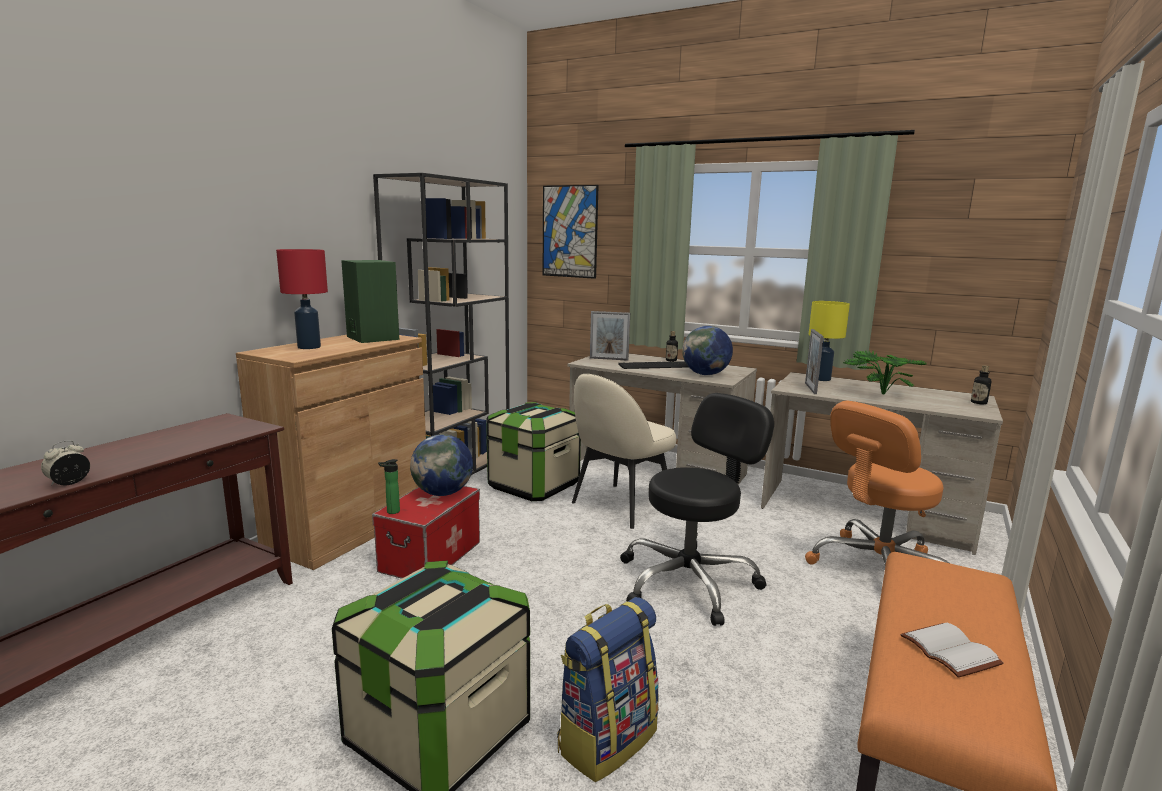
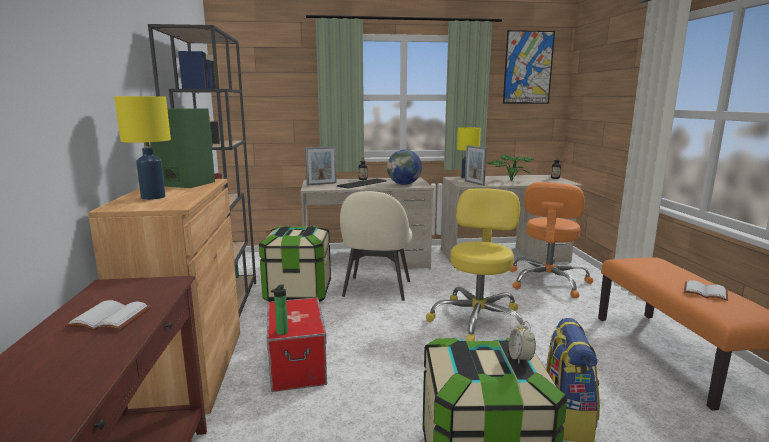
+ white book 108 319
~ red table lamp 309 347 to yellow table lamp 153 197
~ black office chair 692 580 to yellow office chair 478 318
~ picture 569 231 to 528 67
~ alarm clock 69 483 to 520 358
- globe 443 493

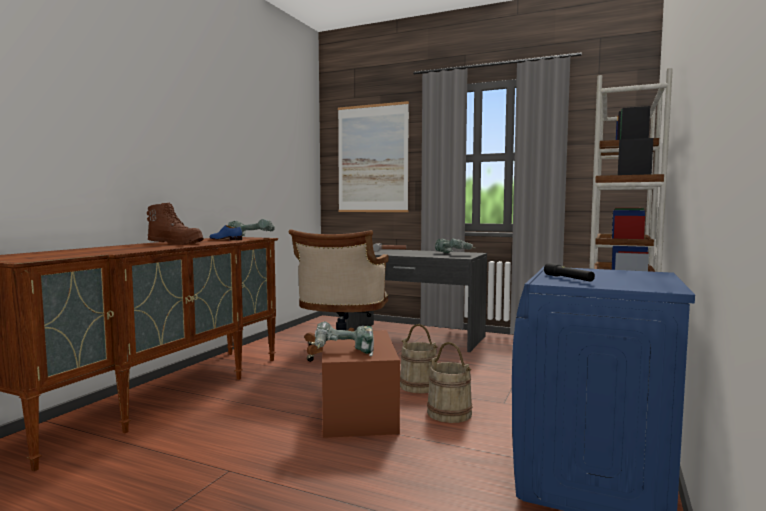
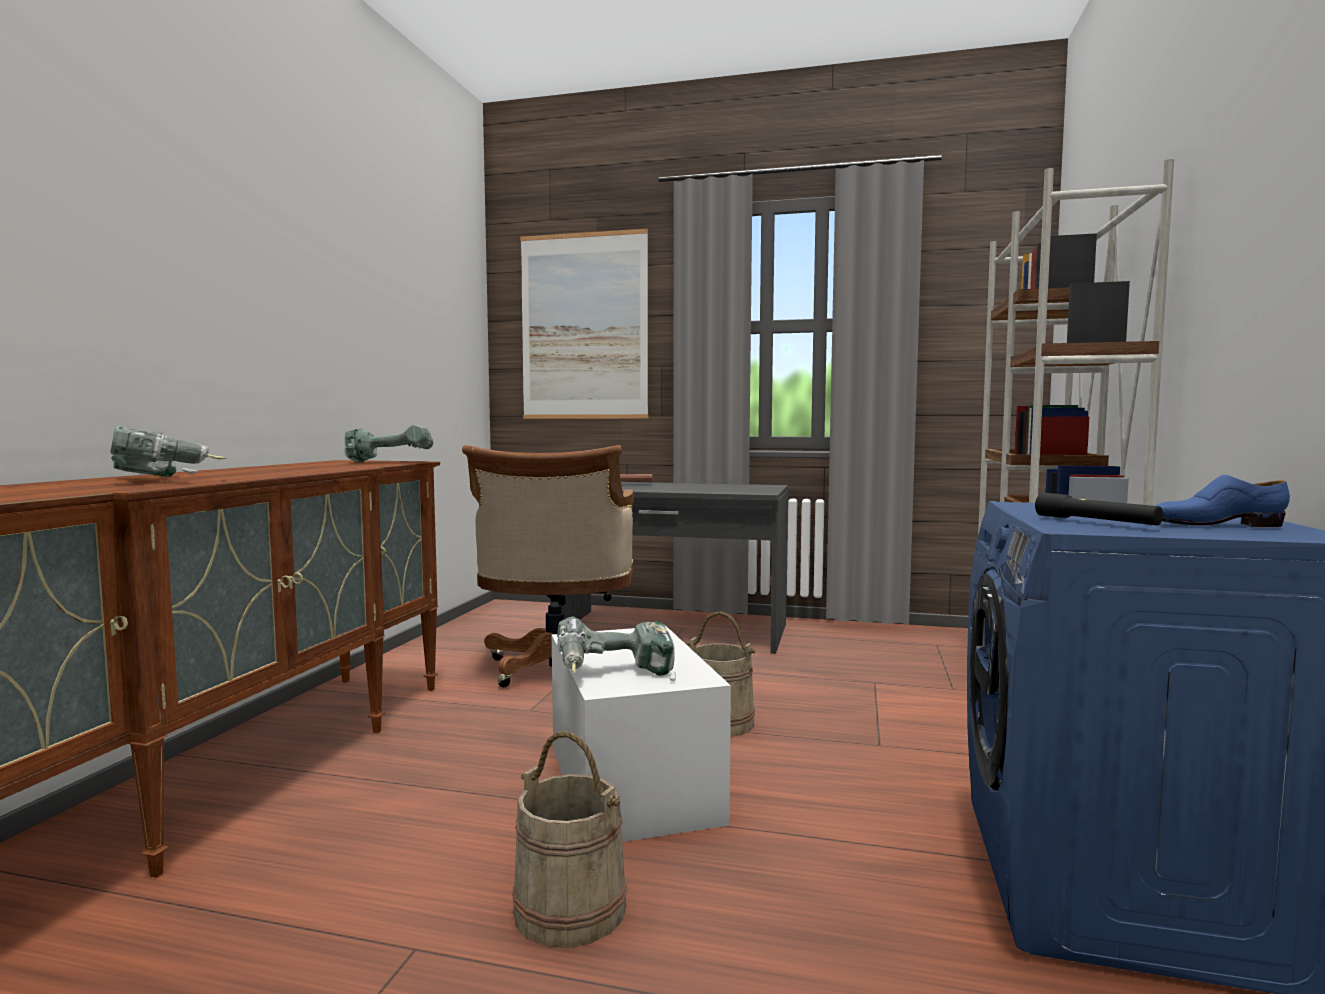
~ power drill 454 254 to 164 479
~ beige bucket 449 413 to 569 909
~ brown storage box 358 411 to white storage box 631 782
~ blue shoe 226 240 to 1214 525
- brown boot 176 244

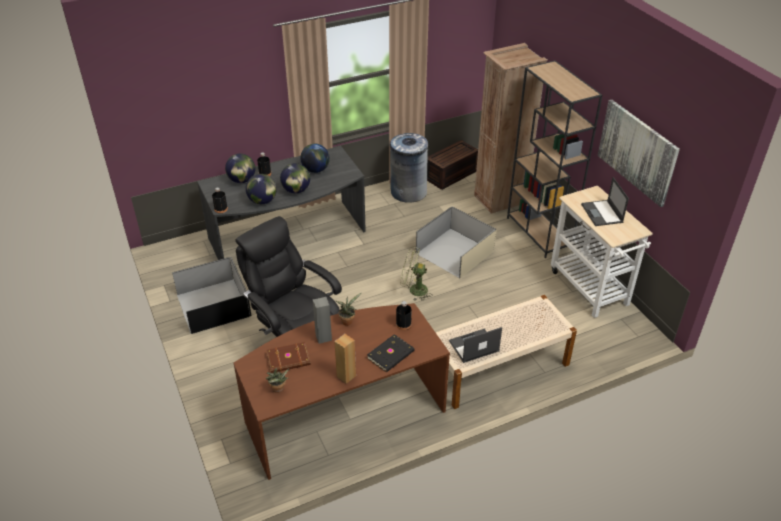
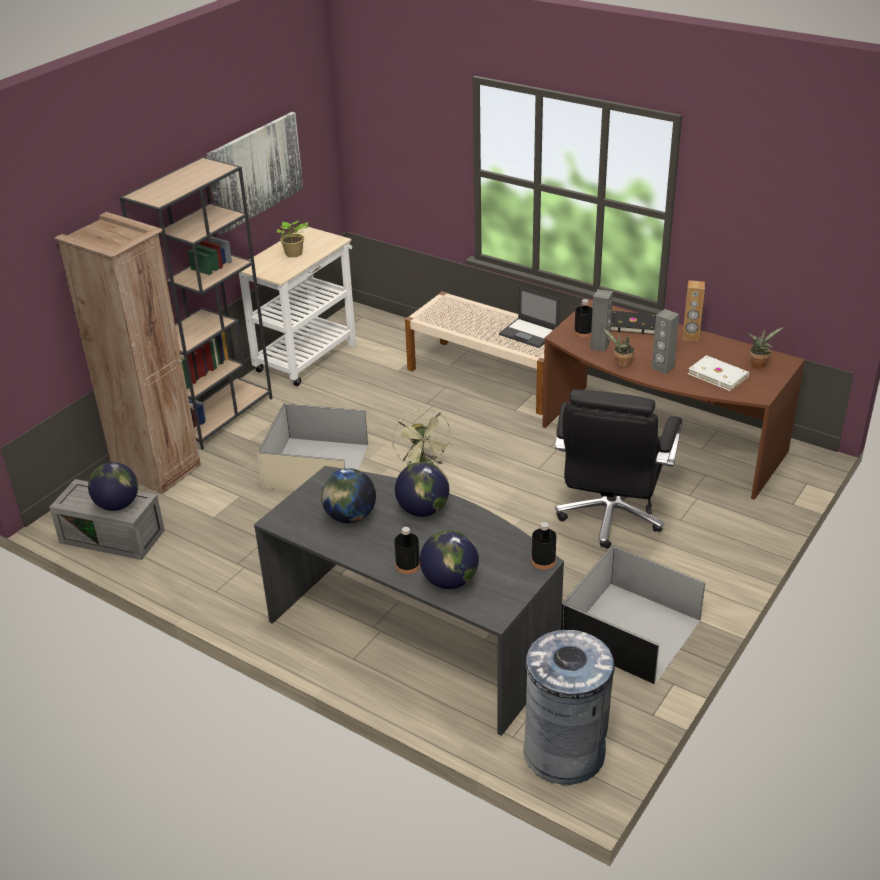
~ brown storage box 451 175 to grey storage box 114 536
~ globe 263 201 to 117 505
~ laptop 602 213 to potted plant 293 254
~ grey trash can 408 192 to 564 752
+ grey speaker 600 346
~ brown book 288 360 to white book 718 374

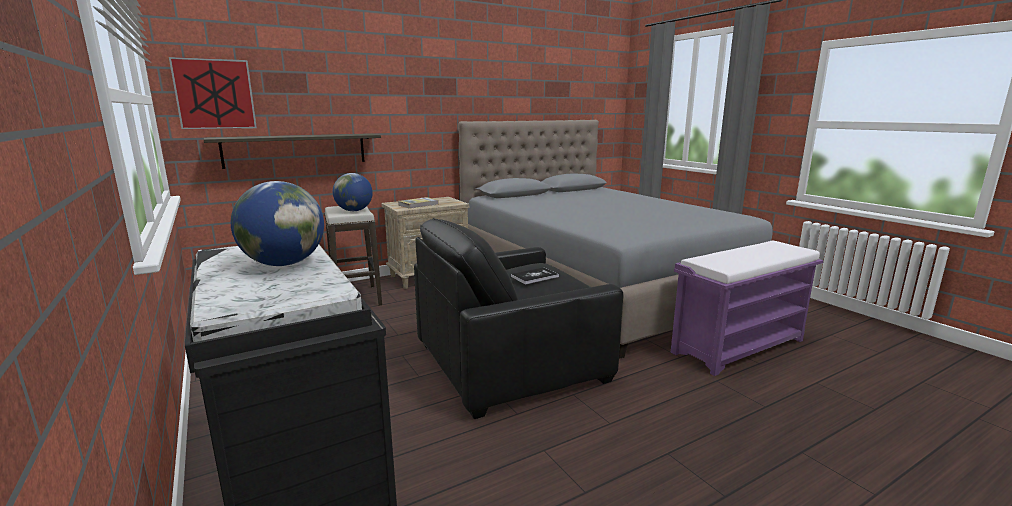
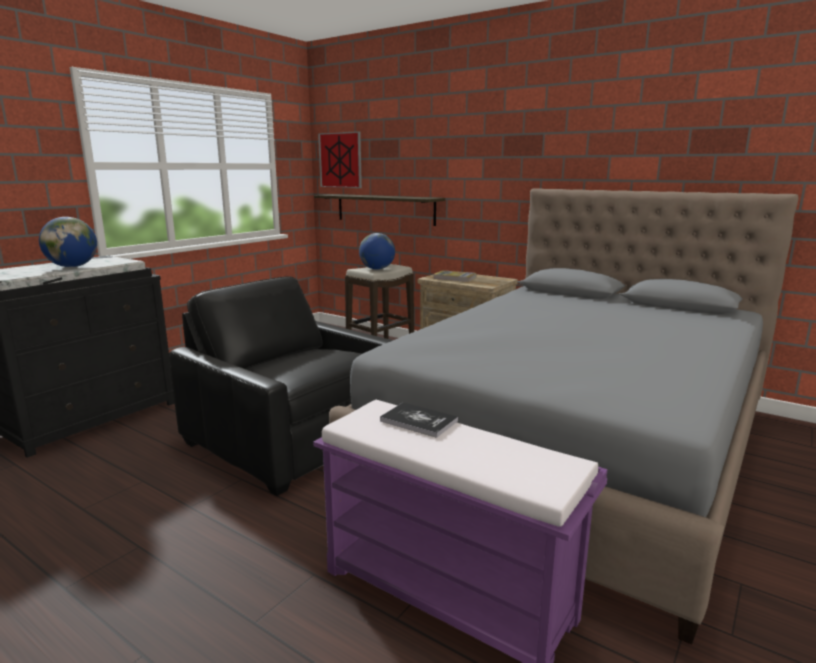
~ book 534 277 to 418 421

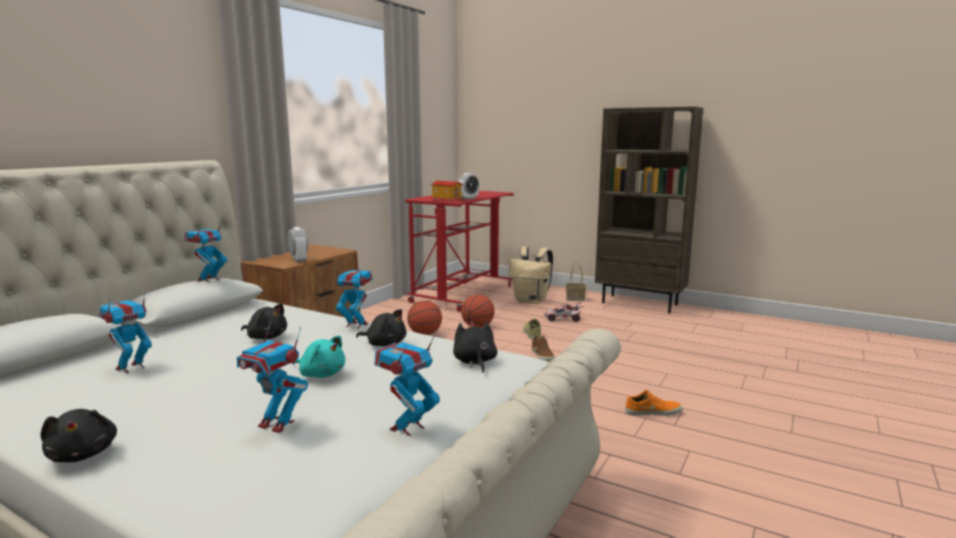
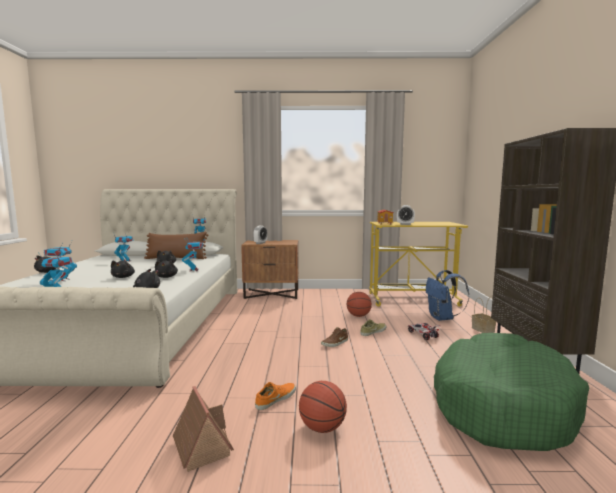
~ turquoise plush toy 321 374 to black plush toy 123 277
+ brown pillow 176 258
+ toy house 201 445
~ orange shoe 652 411 = 275 399 105 degrees counterclockwise
~ basketball 425 334 to 322 427
~ red desk 462 294 to yellow desk 412 299
~ beige backpack 531 301 to blue backpack 442 318
+ green dog bed 500 404

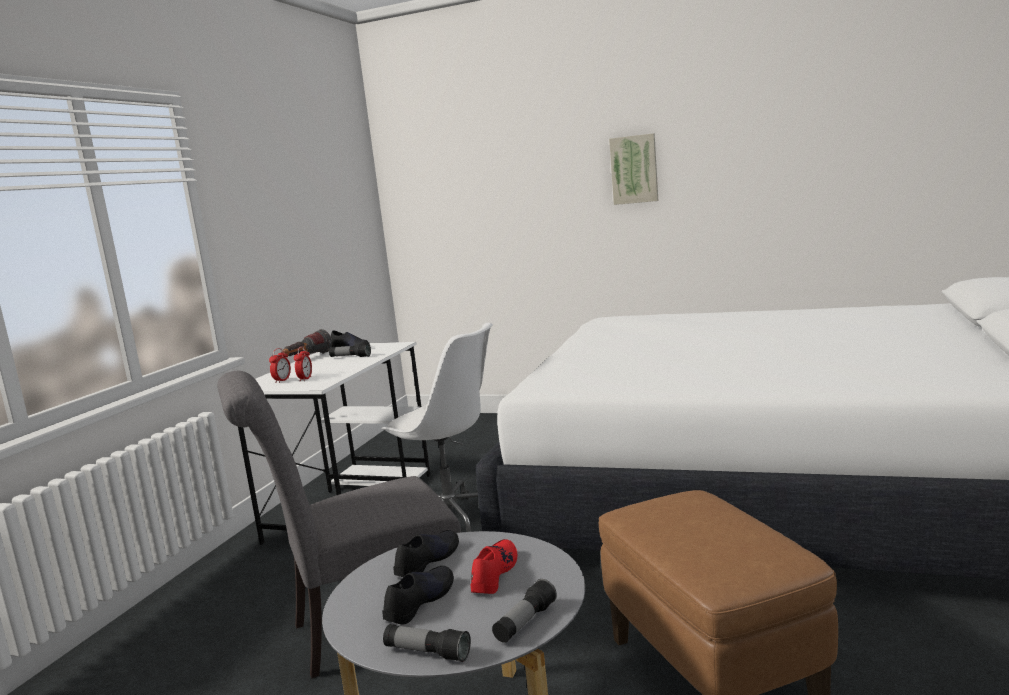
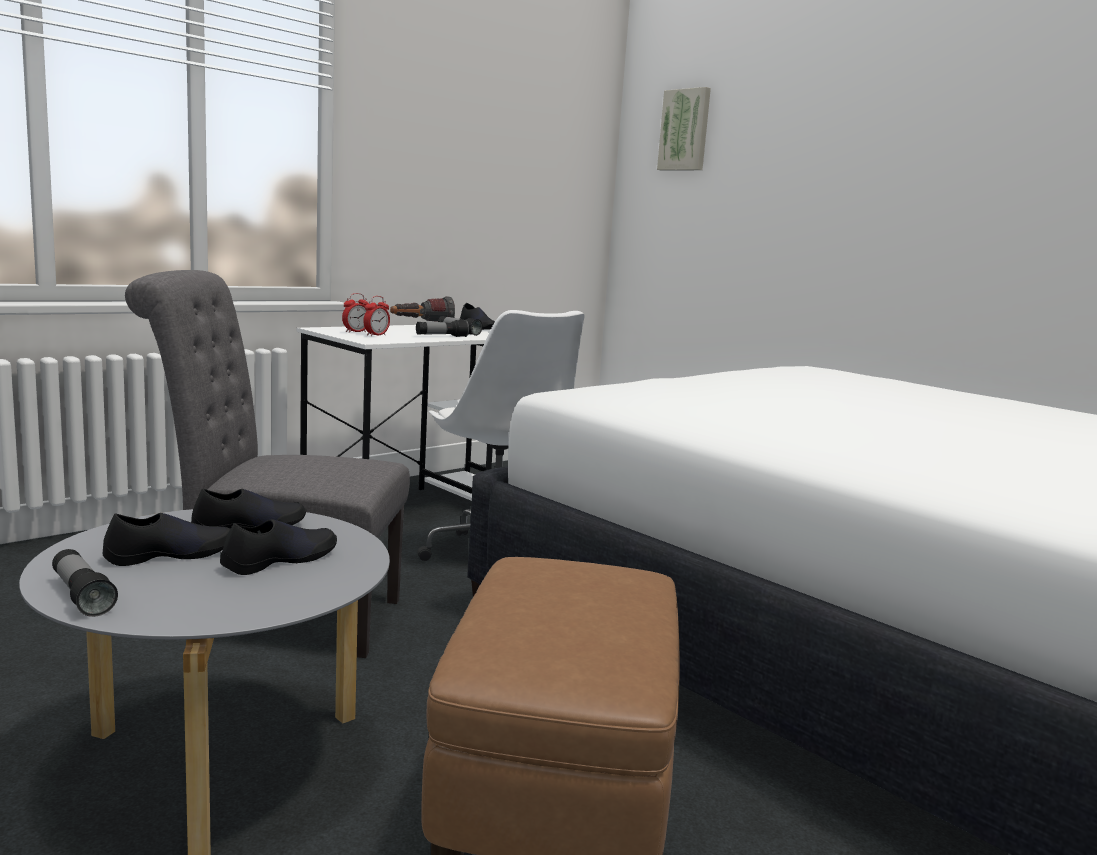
~ red shoe 494 573 to black shoe 280 560
~ flashlight 525 623 to 441 336
~ picture 634 169 to 685 130

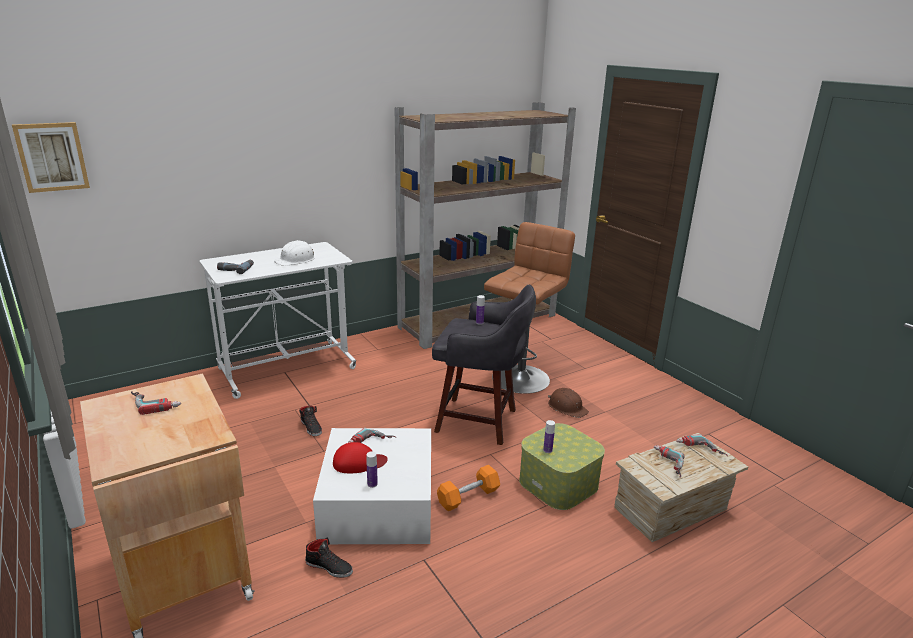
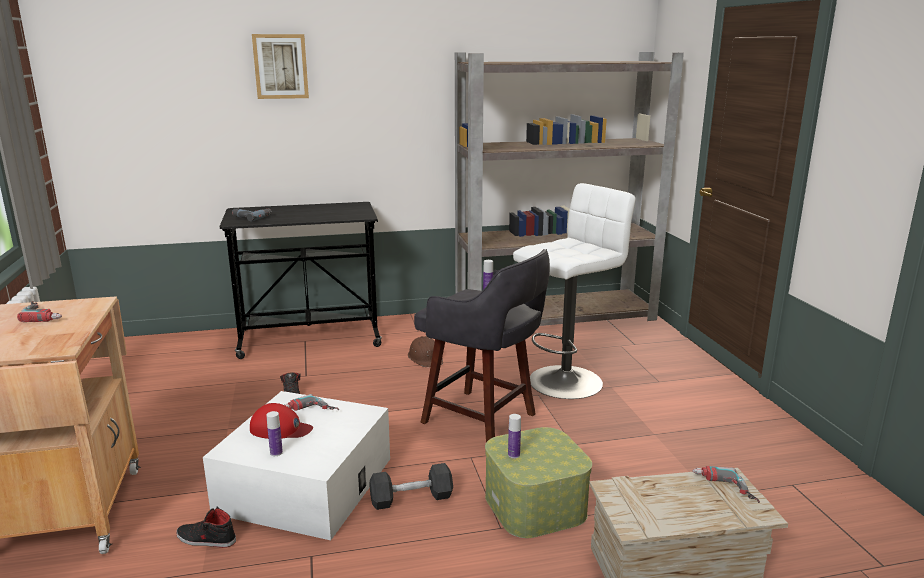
~ black shoe 329 566 = 206 539 150 degrees clockwise
~ white desk 287 368 to black desk 310 337
~ picture 52 157 to 280 66
~ orange dumbbell 468 496 to black dumbbell 411 498
~ brown hard hat 567 407 to 425 358
~ brown stool 521 379 to white stool 566 382
- white hard hat 296 260
- power drill 666 463

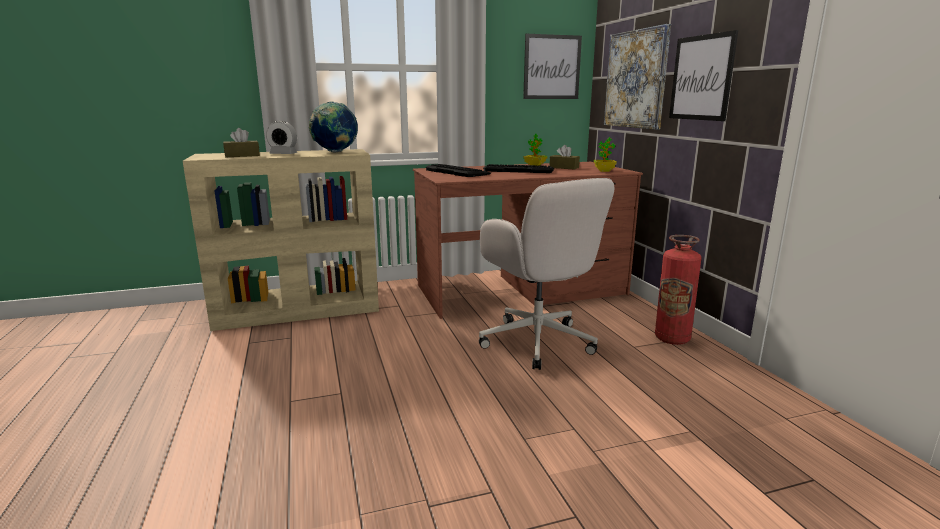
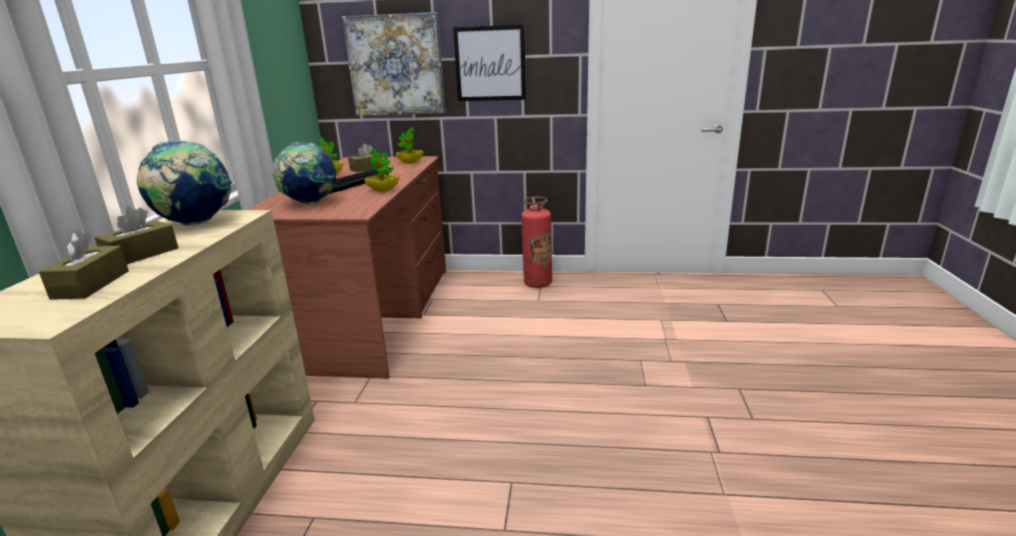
~ alarm clock 283 154 to brown tissue box 141 254
~ keyboard 457 172 to globe 310 203
+ potted plant 383 190
- white office chair 536 342
- picture 552 67

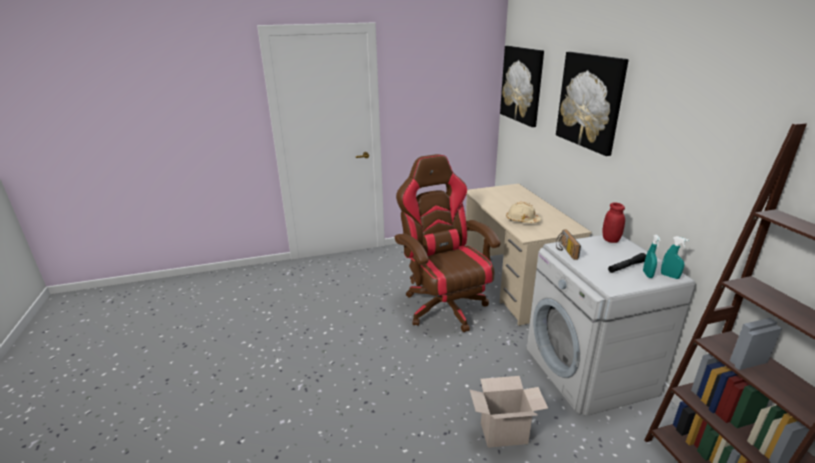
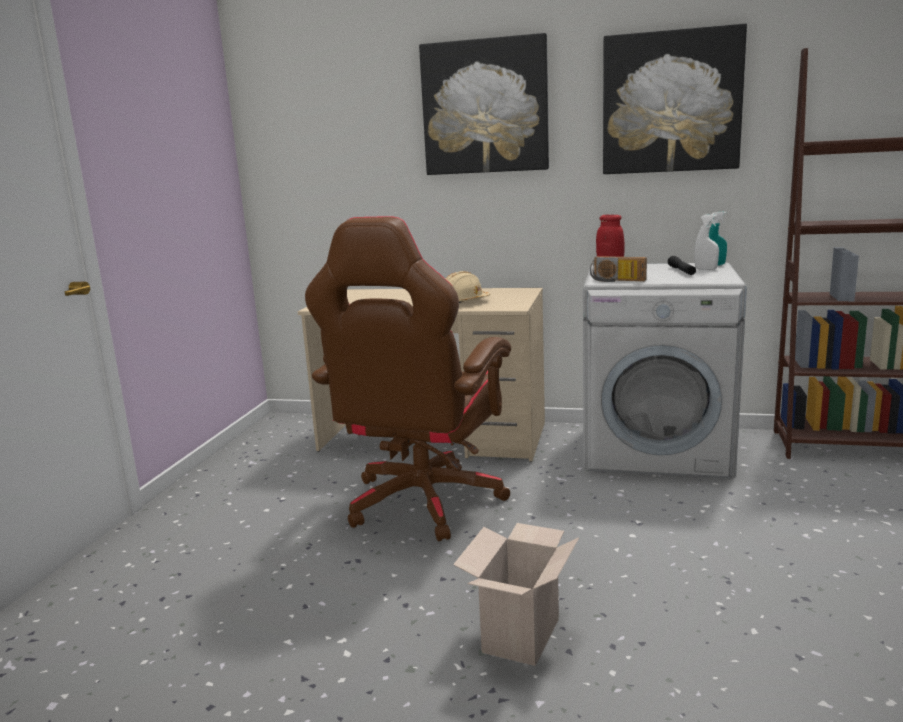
~ brown office chair 445 307 = 424 501 75 degrees counterclockwise
~ cardboard box 504 432 to 519 633
~ picture 522 85 to 671 102
~ turquoise spray bottle 647 274 to white spray bottle 705 269

